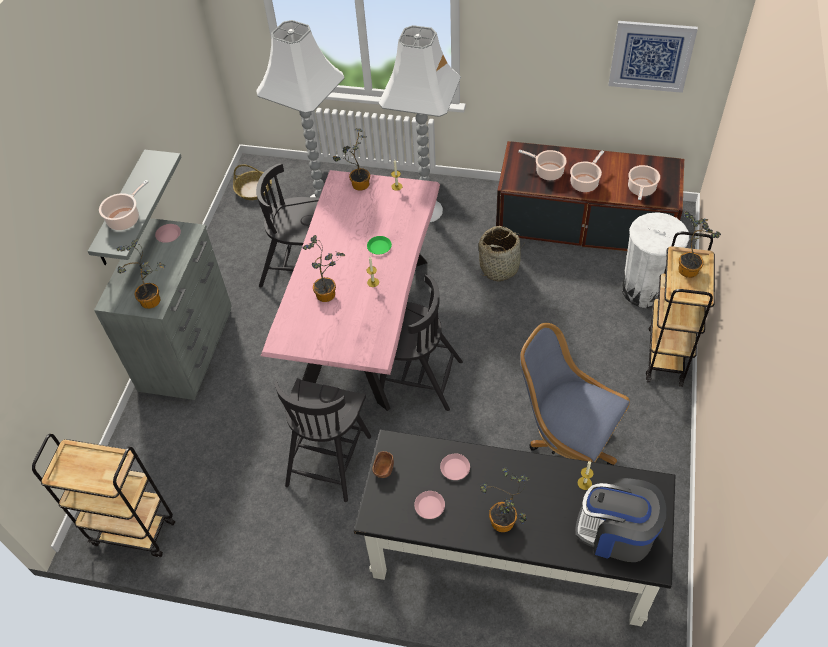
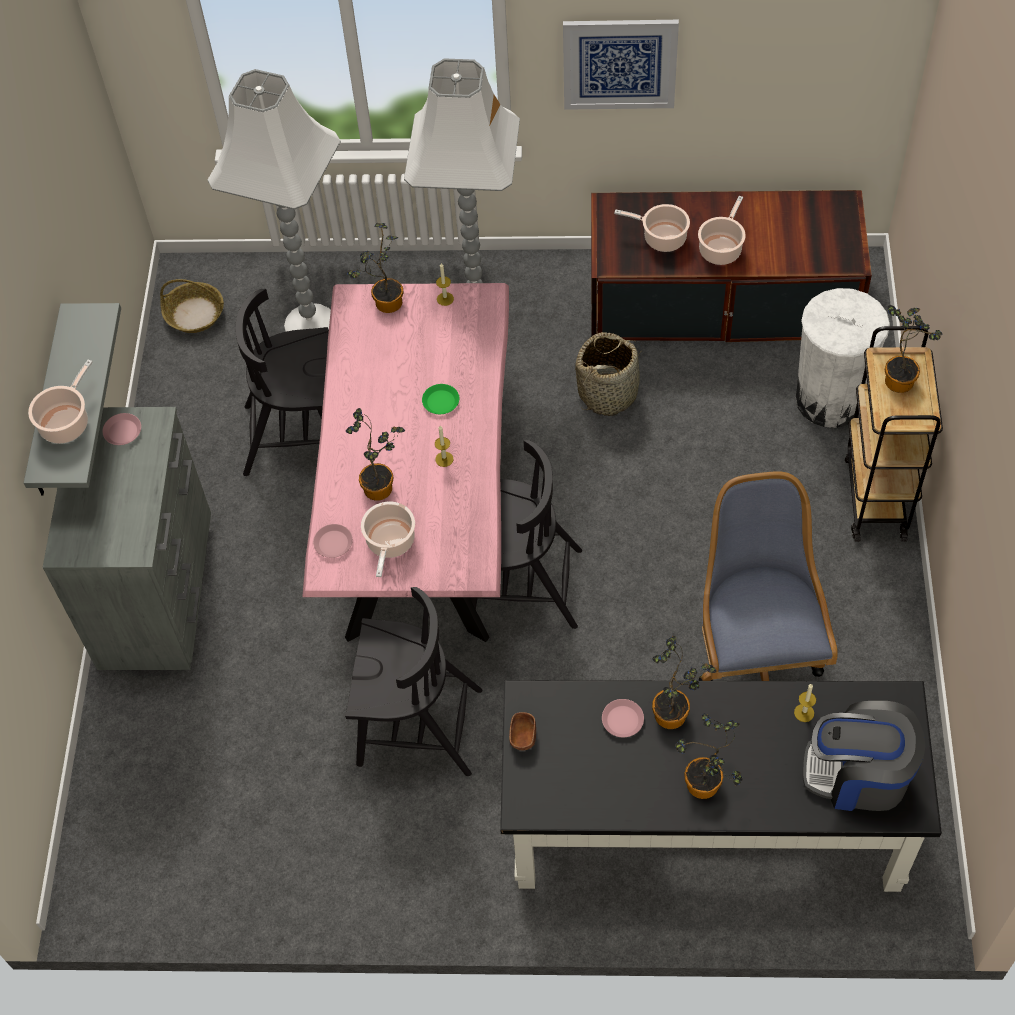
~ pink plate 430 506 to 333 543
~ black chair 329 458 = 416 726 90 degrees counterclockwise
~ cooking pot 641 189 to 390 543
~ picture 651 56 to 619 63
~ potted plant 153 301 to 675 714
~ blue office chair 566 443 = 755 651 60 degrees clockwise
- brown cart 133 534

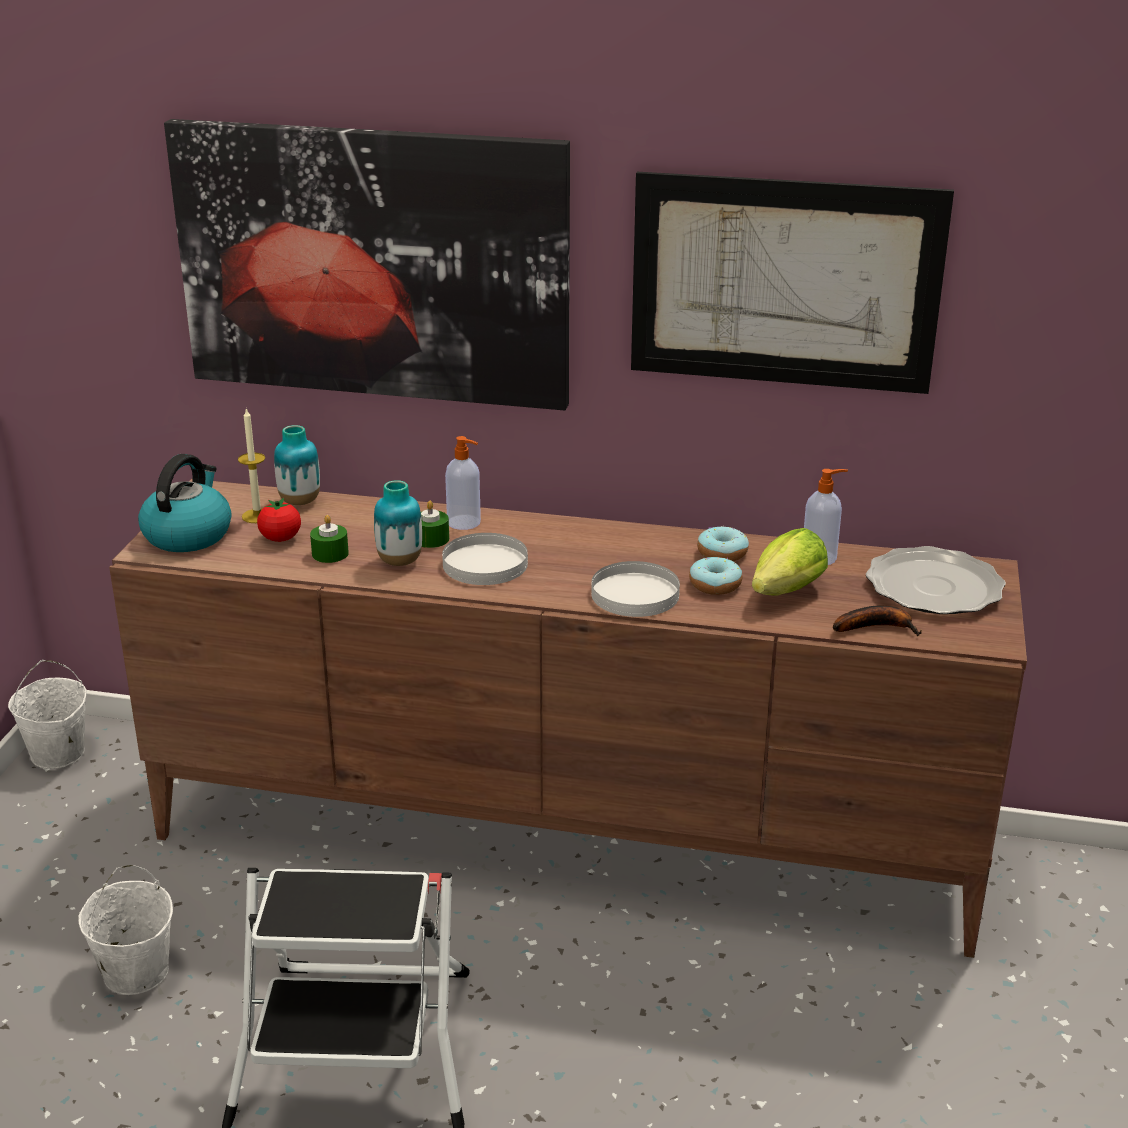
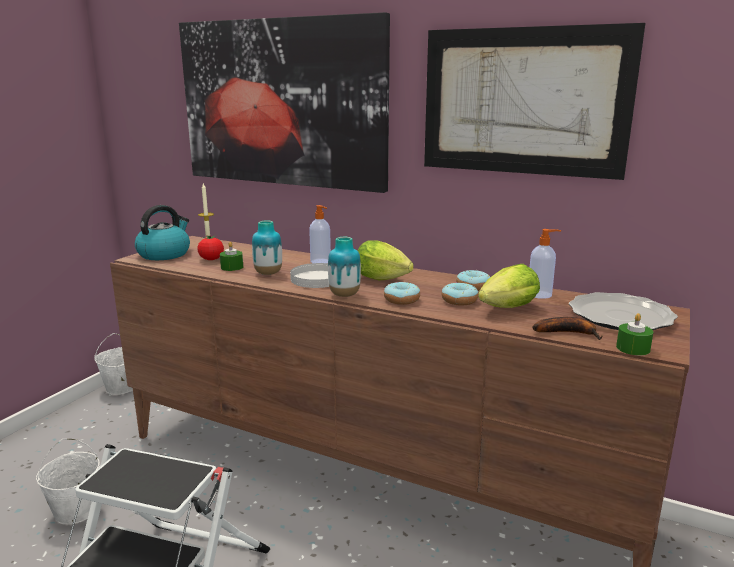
~ vase 300 501 to 344 295
+ lettuce 384 280
~ white plate 634 594 to donut 401 300
~ green candle 431 539 to 633 348

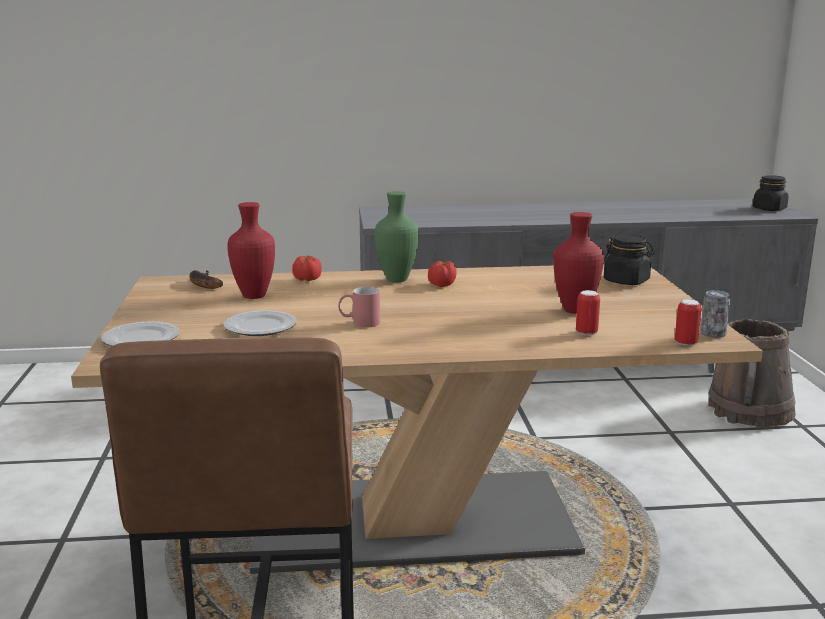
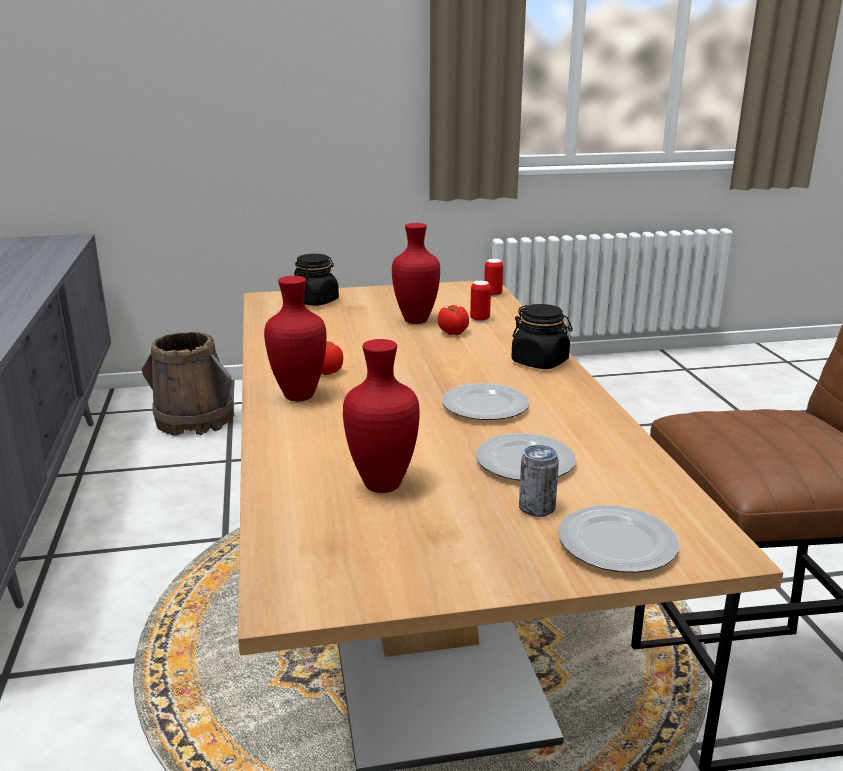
~ green vase 396 279 to red vase 297 397
~ tomato 307 279 to 453 332
~ red mug 359 323 to plate 486 407
~ black jar 769 209 to 540 362
~ can 713 334 to 536 508
- banana 202 284

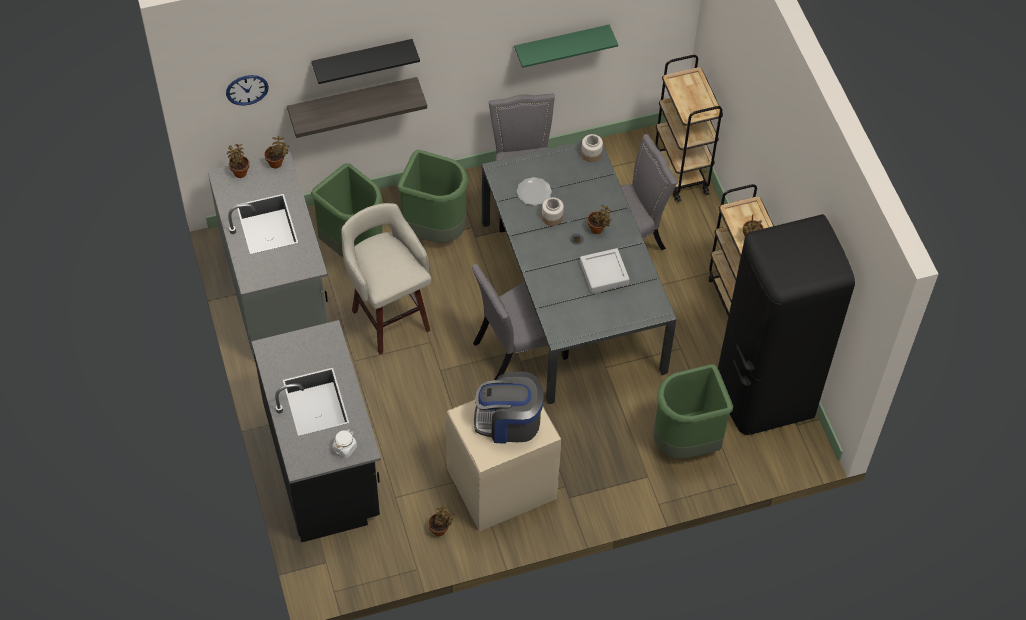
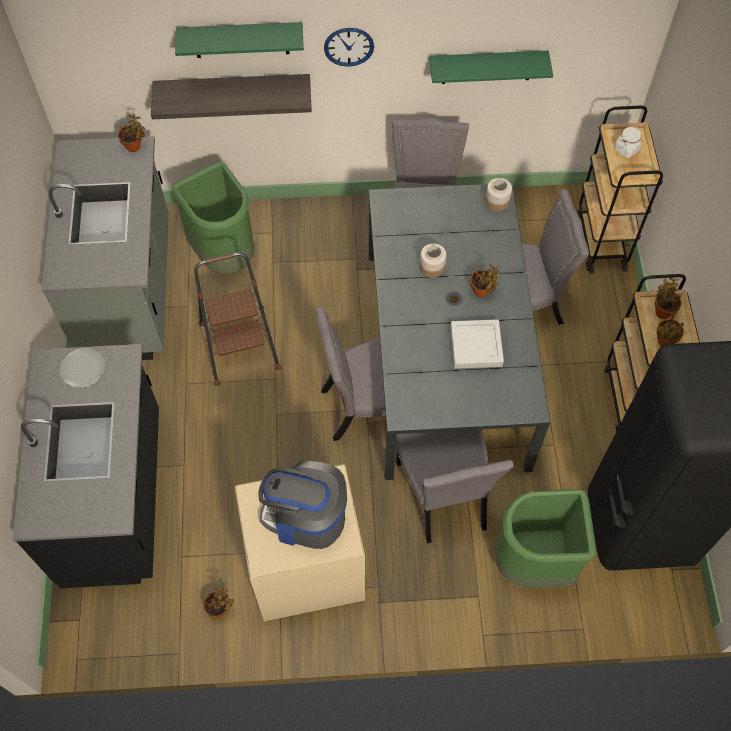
~ plate 534 192 to 83 369
~ black shelf 363 60 to green shelf 241 40
~ beige stool 389 318 to brown step ladder 239 342
~ wall clock 247 89 to 349 46
+ grey chair 443 491
~ white jar 345 448 to 626 149
~ potted plant 240 172 to 662 310
- green trash can 434 230

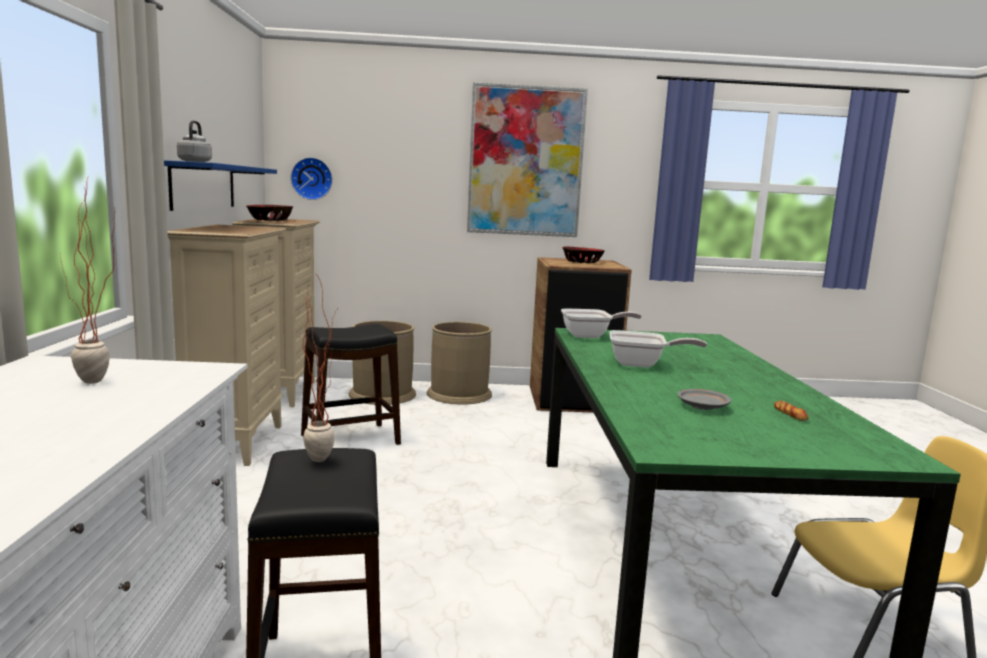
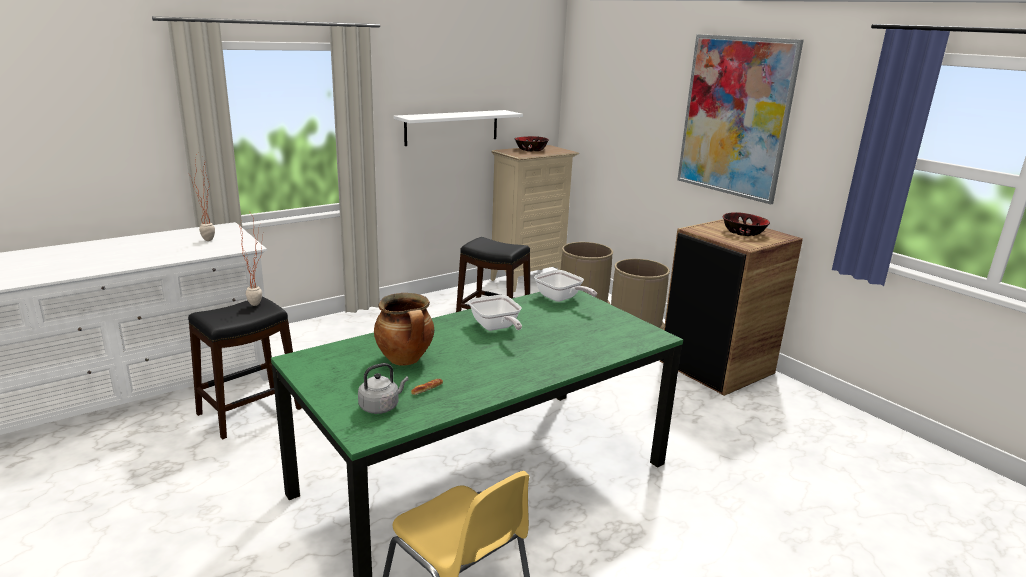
~ grey kettle 196 162 to 381 406
~ grey plate 702 407 to cooking pot 406 360
~ blue shelf 203 186 to white shelf 452 127
- beige dresser 238 443
- wall clock 312 178

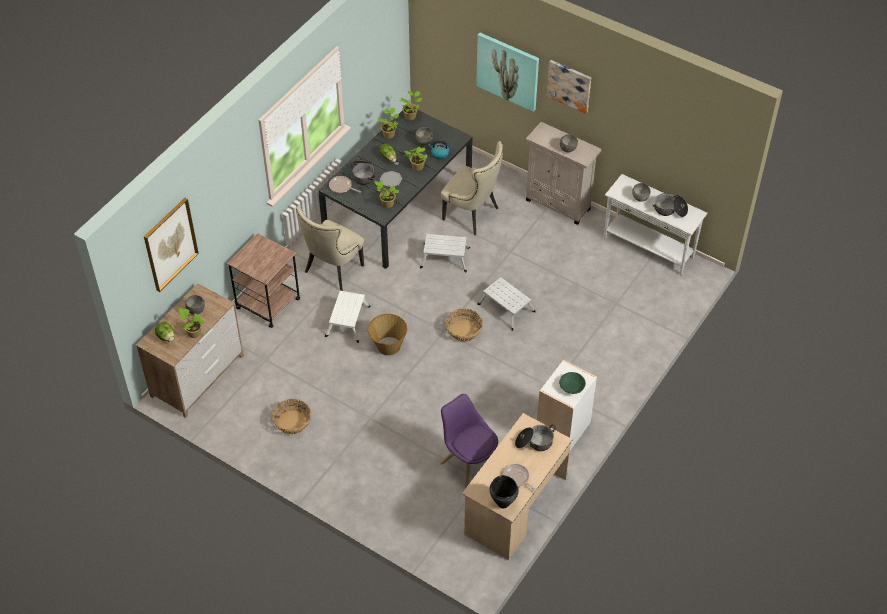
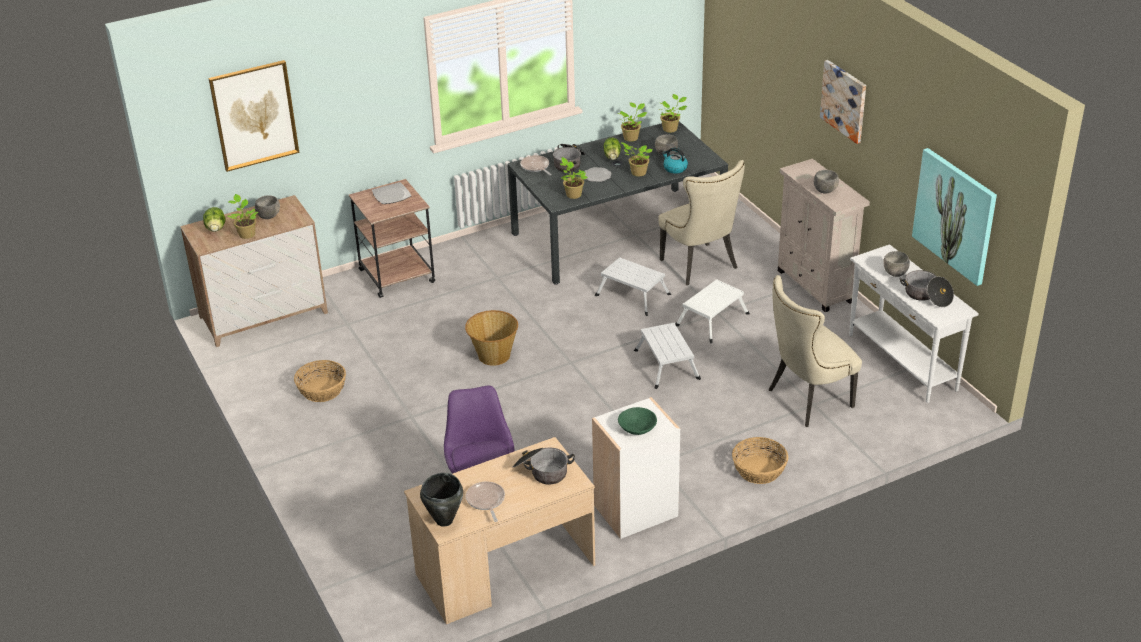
+ plate 391 195
~ white step ladder 348 321 to 712 319
~ basket 463 331 to 758 470
~ beige chair 333 270 to 808 400
~ picture 508 71 to 955 215

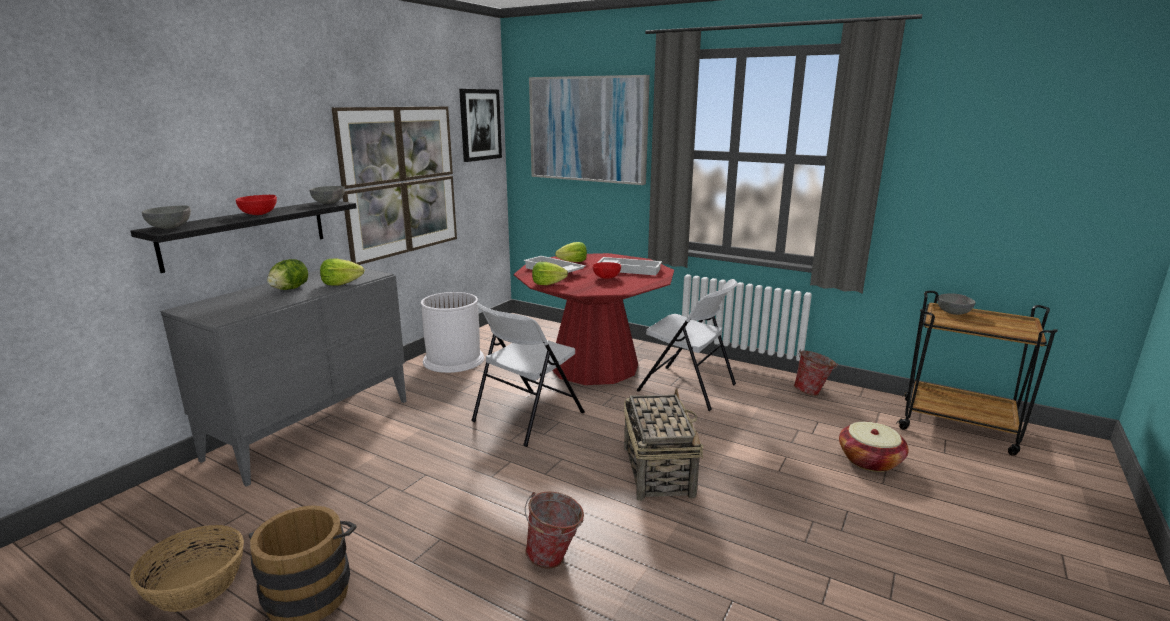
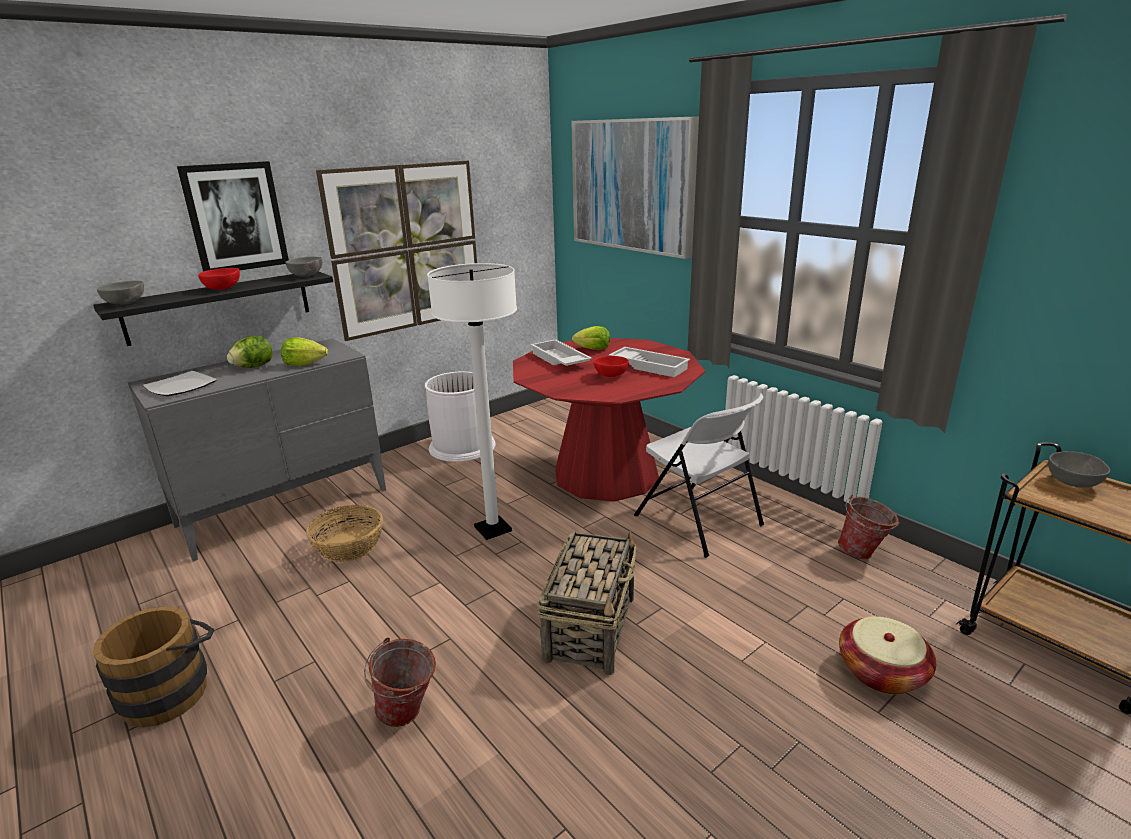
+ plate 181 387
~ picture 480 125 to 235 217
~ basket 196 584 to 349 546
~ white chair 528 417 to white floor lamp 493 529
- lettuce 547 284

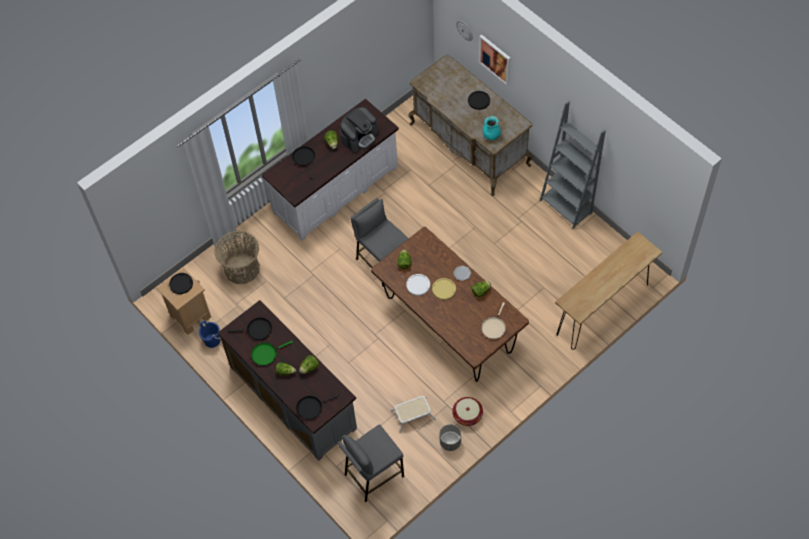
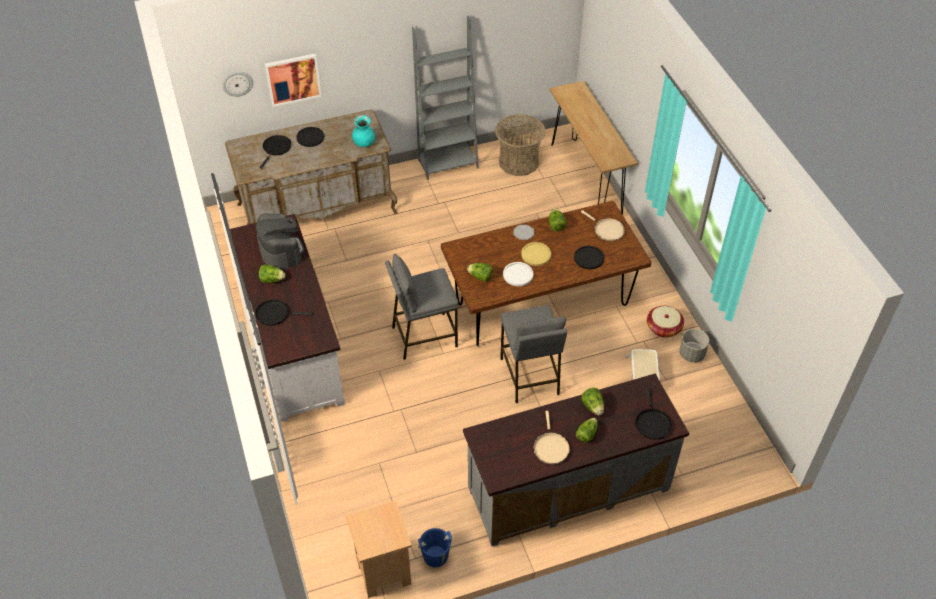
~ black frying pan 257 330 to 276 148
~ basket 242 268 to 518 162
~ grey stool 373 475 to 529 376
~ green frying pan 266 354 to beige frying pan 550 447
~ black plate 181 283 to 589 258

